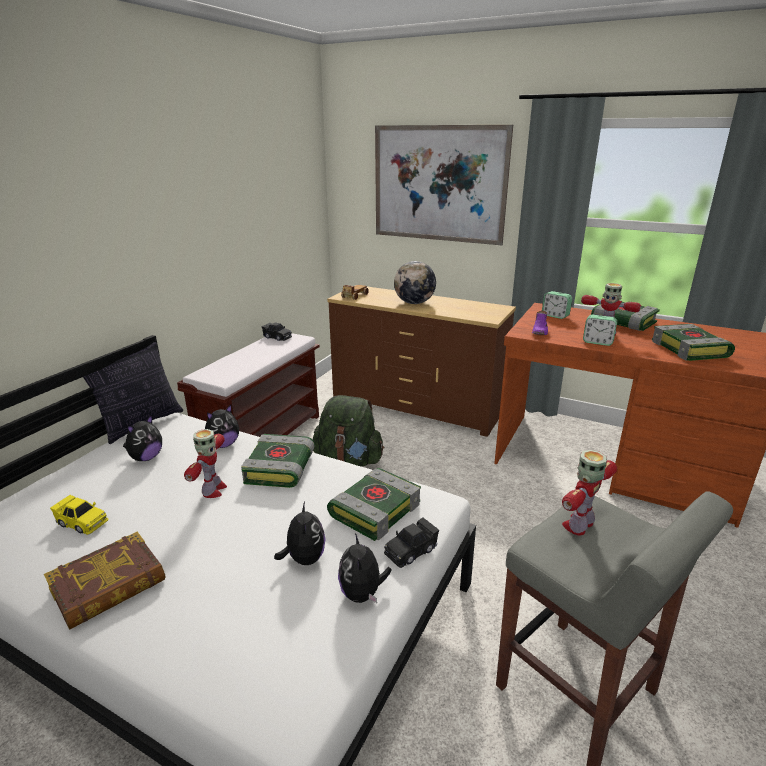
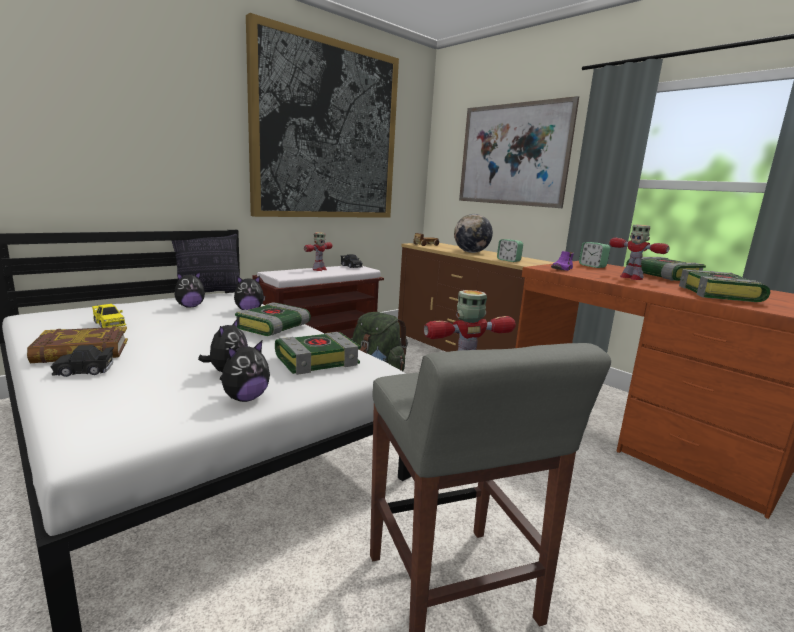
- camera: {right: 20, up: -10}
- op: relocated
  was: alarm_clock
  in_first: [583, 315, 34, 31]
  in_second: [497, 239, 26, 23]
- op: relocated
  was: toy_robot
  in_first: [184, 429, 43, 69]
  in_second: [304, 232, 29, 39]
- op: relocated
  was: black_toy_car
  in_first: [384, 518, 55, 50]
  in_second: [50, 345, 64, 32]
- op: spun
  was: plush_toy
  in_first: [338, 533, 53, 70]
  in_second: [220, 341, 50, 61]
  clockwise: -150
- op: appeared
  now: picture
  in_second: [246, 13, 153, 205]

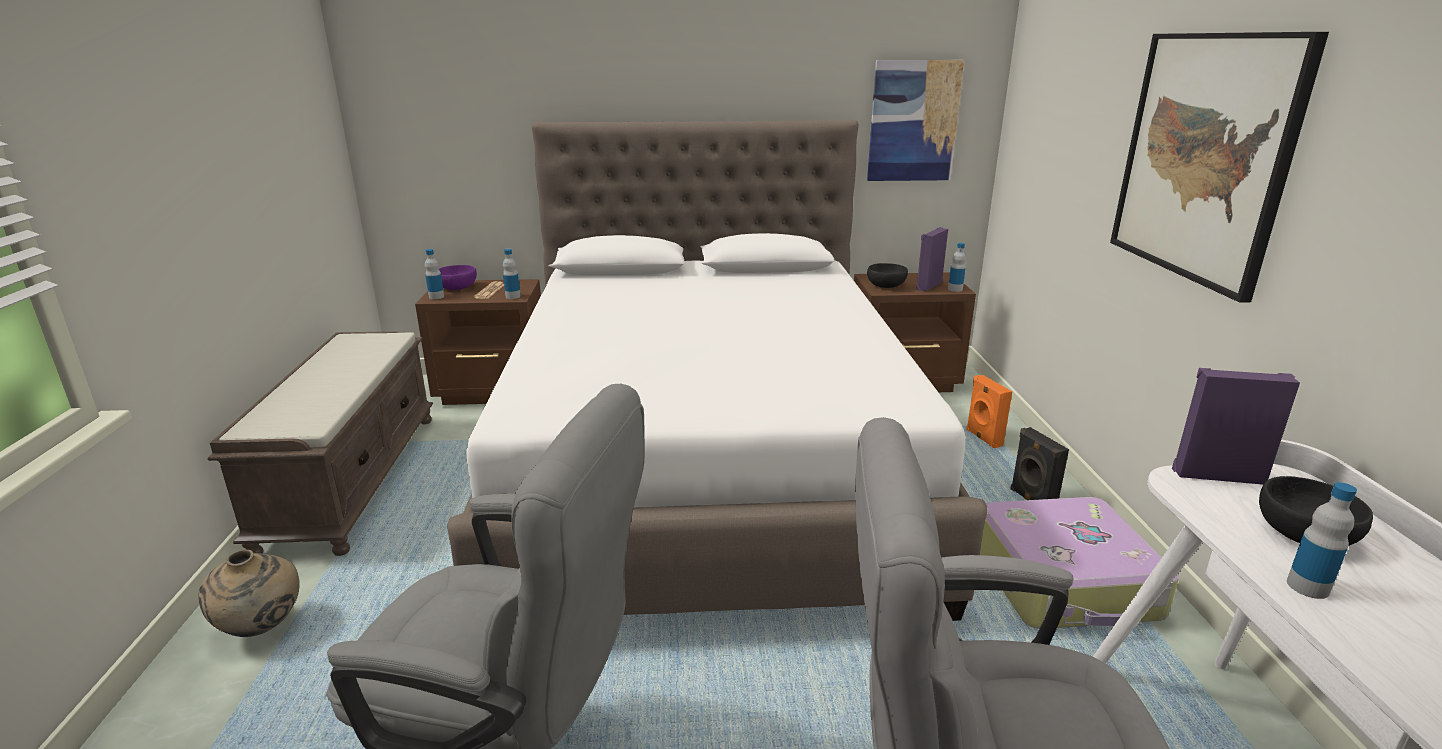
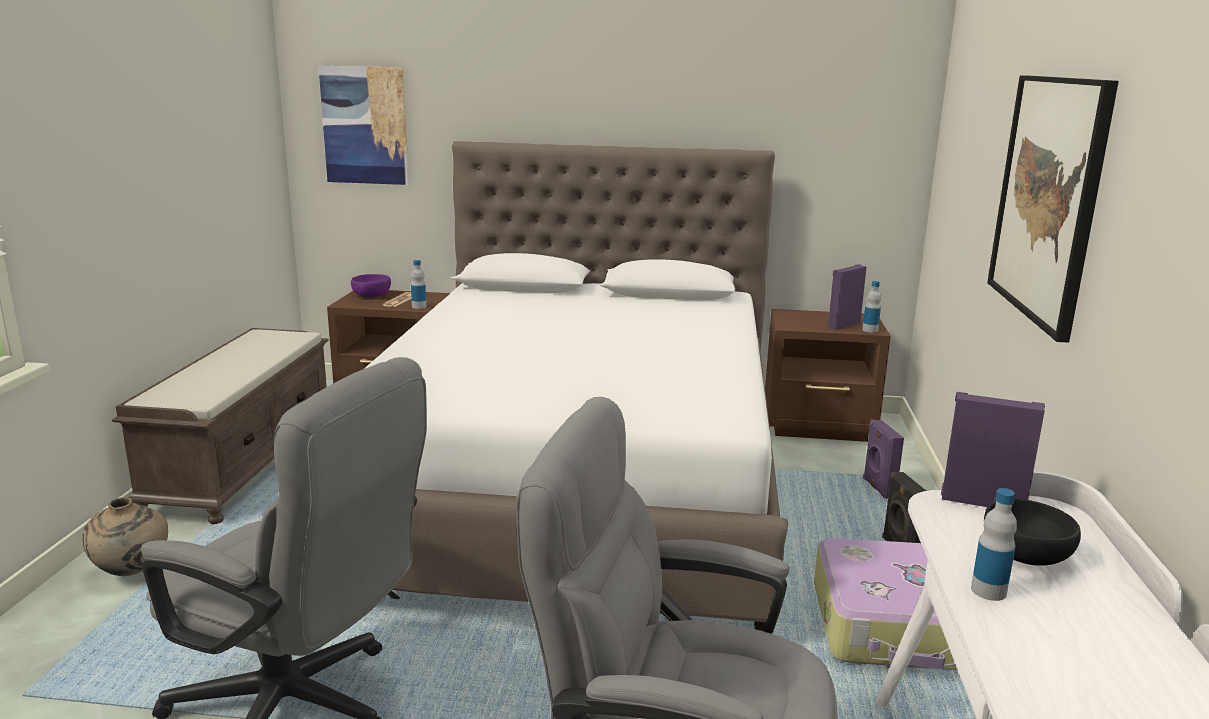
- camera: {right: 10, up: -5}
- op: relocated
  was: picture
  in_first: [867, 60, 97, 121]
  in_second: [318, 66, 91, 119]
- op: missing
  was: bottle
  in_first: [425, 249, 19, 50]
- op: missing
  was: black_bowl
  in_first: [867, 263, 41, 25]
- op: colour
  was: orange_speaker
  now: purple_speaker
  in_first: [966, 375, 46, 73]
  in_second: [863, 420, 41, 79]

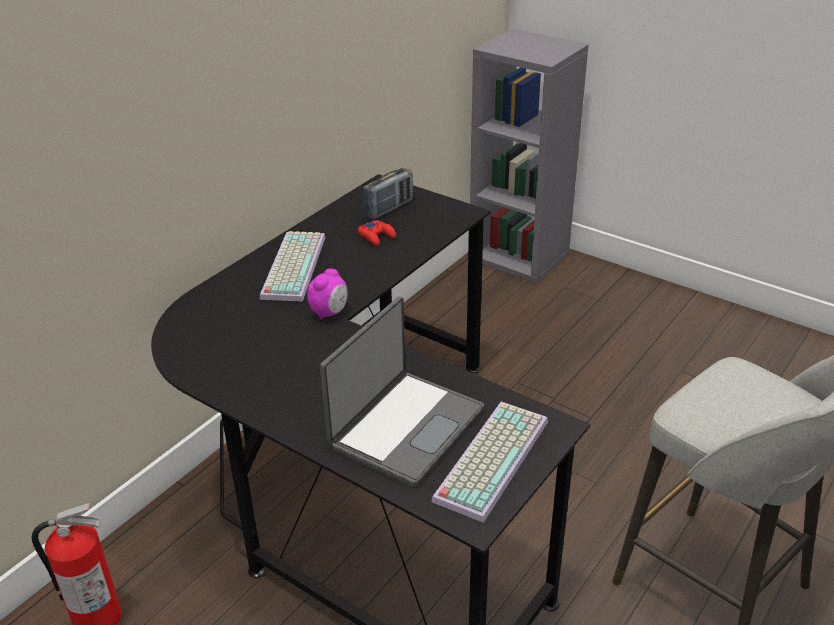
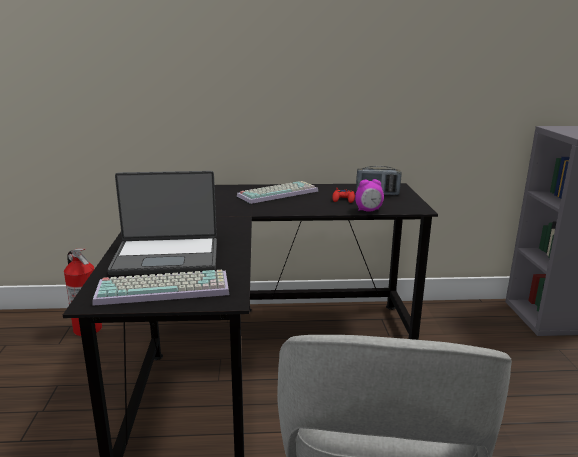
- camera: {right: 50, up: -15}
- op: relocated
  was: alarm_clock
  in_first: [307, 269, 41, 51]
  in_second: [355, 179, 29, 33]

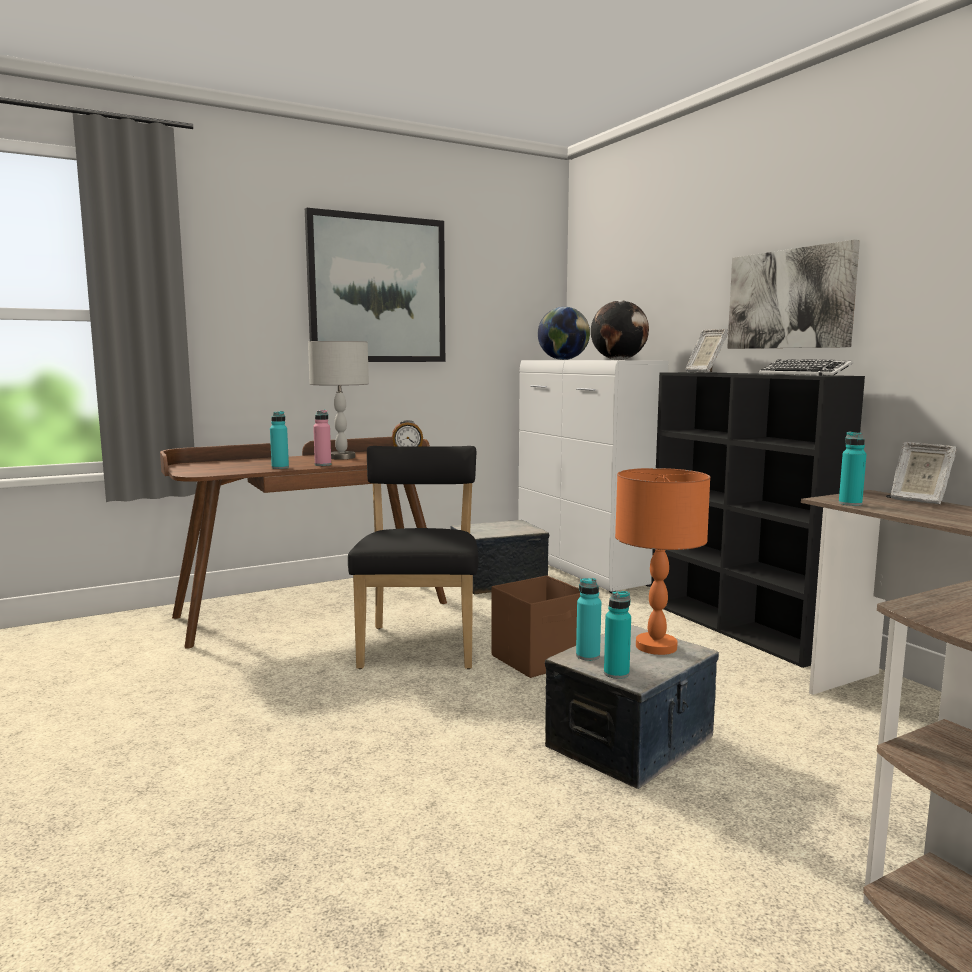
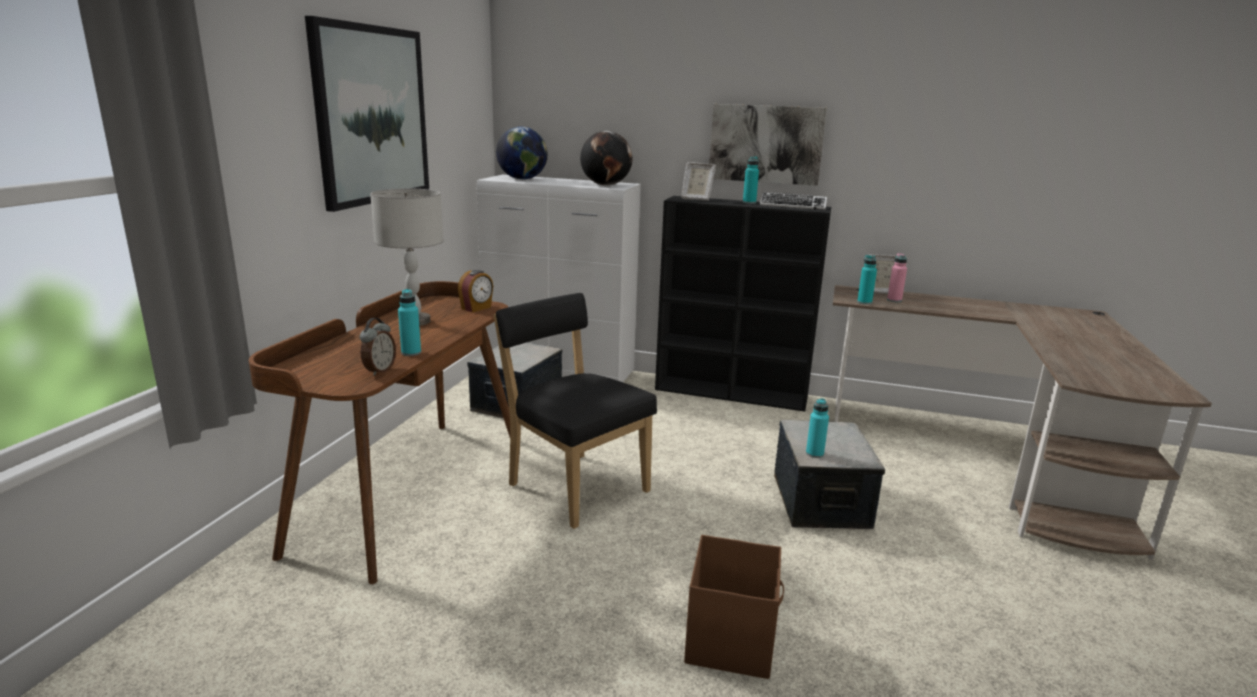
- camera: {right: -45, up: 10}
- op: relocated
  was: pink_bottle
  in_first: [313, 410, 18, 56]
  in_second: [887, 253, 20, 49]
- op: missing
  was: orange_table_lamp
  in_first: [615, 468, 95, 187]
- op: relocated
  was: brown_storage_box
  in_first: [492, 576, 89, 102]
  in_second: [684, 535, 100, 144]
- op: relocated
  was: turquoise_bottle
  in_first: [604, 591, 27, 88]
  in_second: [743, 157, 16, 47]
- op: appeared
  now: alarm_clock
  in_second: [360, 318, 36, 58]

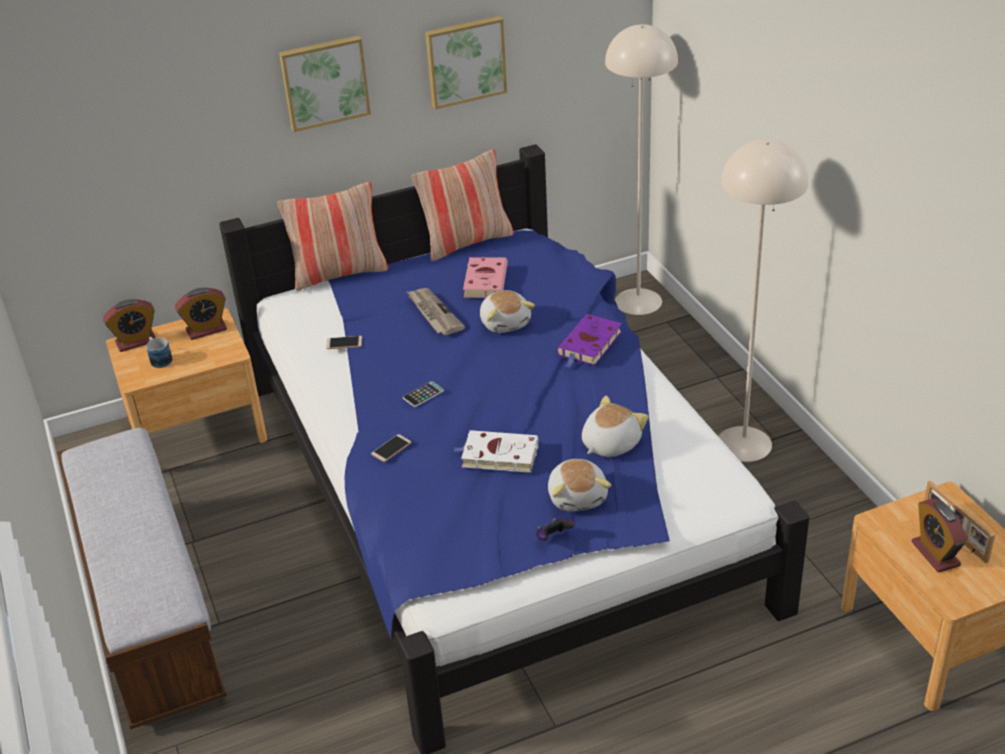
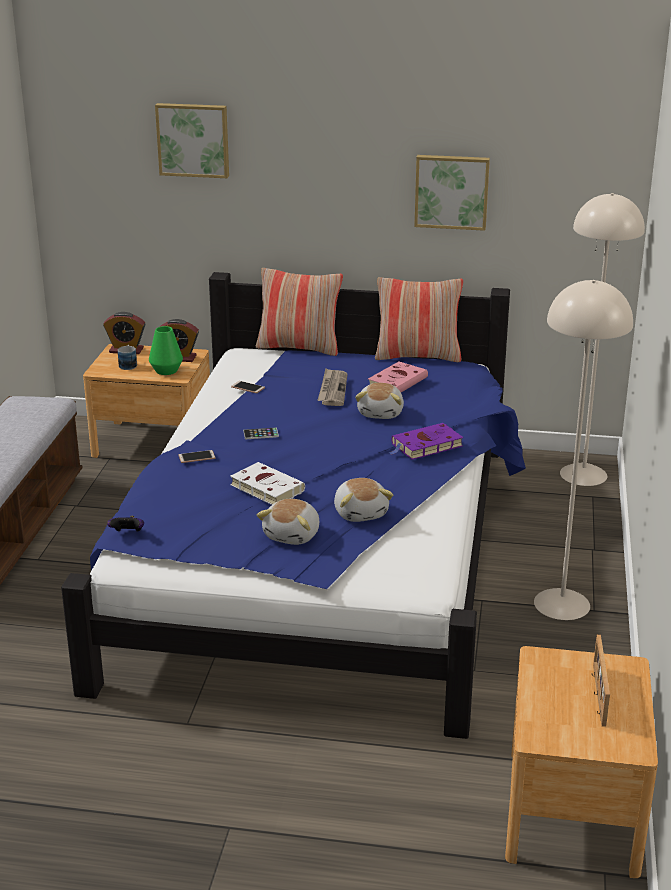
- camera: {right: 30, up: -10}
- op: relocated
  was: picture
  in_first: [279, 35, 92, 97]
  in_second: [155, 103, 74, 75]
- op: spun
  was: plush_toy
  in_first: [582, 395, 67, 62]
  in_second: [334, 478, 60, 44]
  clockwise: 90
- op: missing
  was: alarm_clock
  in_first: [911, 499, 56, 74]
- op: relocated
  was: game_controller
  in_first: [536, 518, 39, 23]
  in_second: [107, 516, 37, 16]
- op: appeared
  now: green_vase
  in_second: [149, 326, 34, 49]

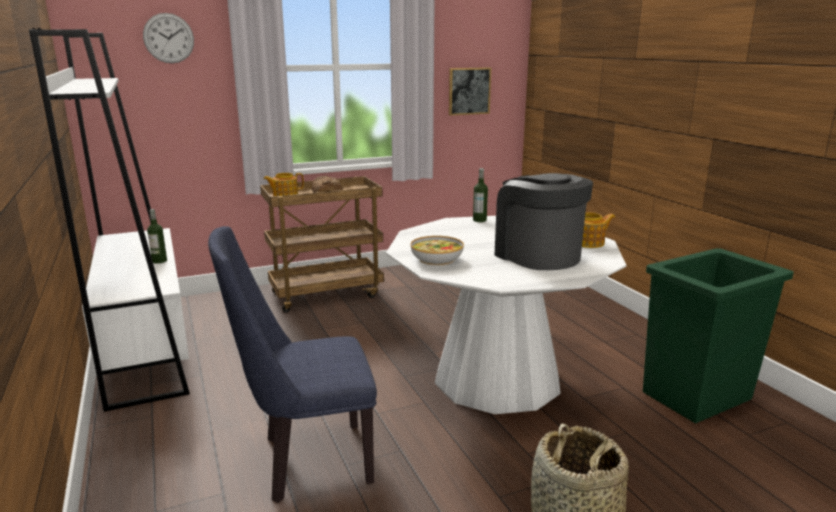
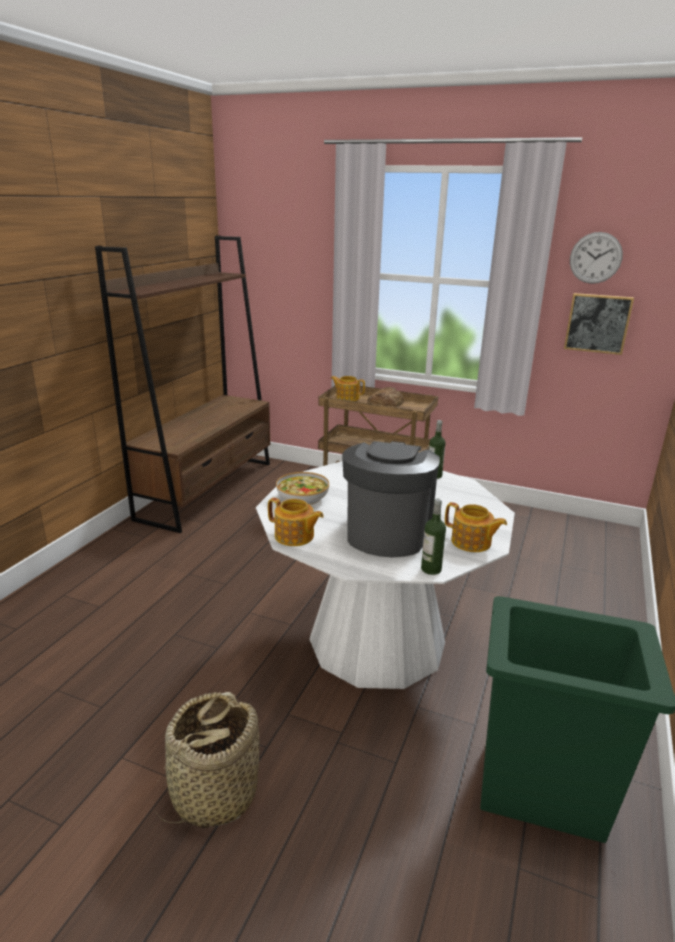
- camera: {right: 45, up: 5}
- op: relocated
  was: wall_clock
  in_first: [143, 13, 51, 50]
  in_second: [570, 232, 53, 52]
- op: colour
  was: white_bookcase
  now: brown_bookcase
  in_first: [29, 28, 161, 384]
  in_second: [95, 235, 175, 298]
- op: relocated
  was: bottle
  in_first: [147, 209, 20, 55]
  in_second: [421, 499, 25, 76]
- op: missing
  was: blue_chair
  in_first: [208, 226, 169, 277]
- op: appeared
  now: teapot
  in_second: [268, 498, 56, 48]

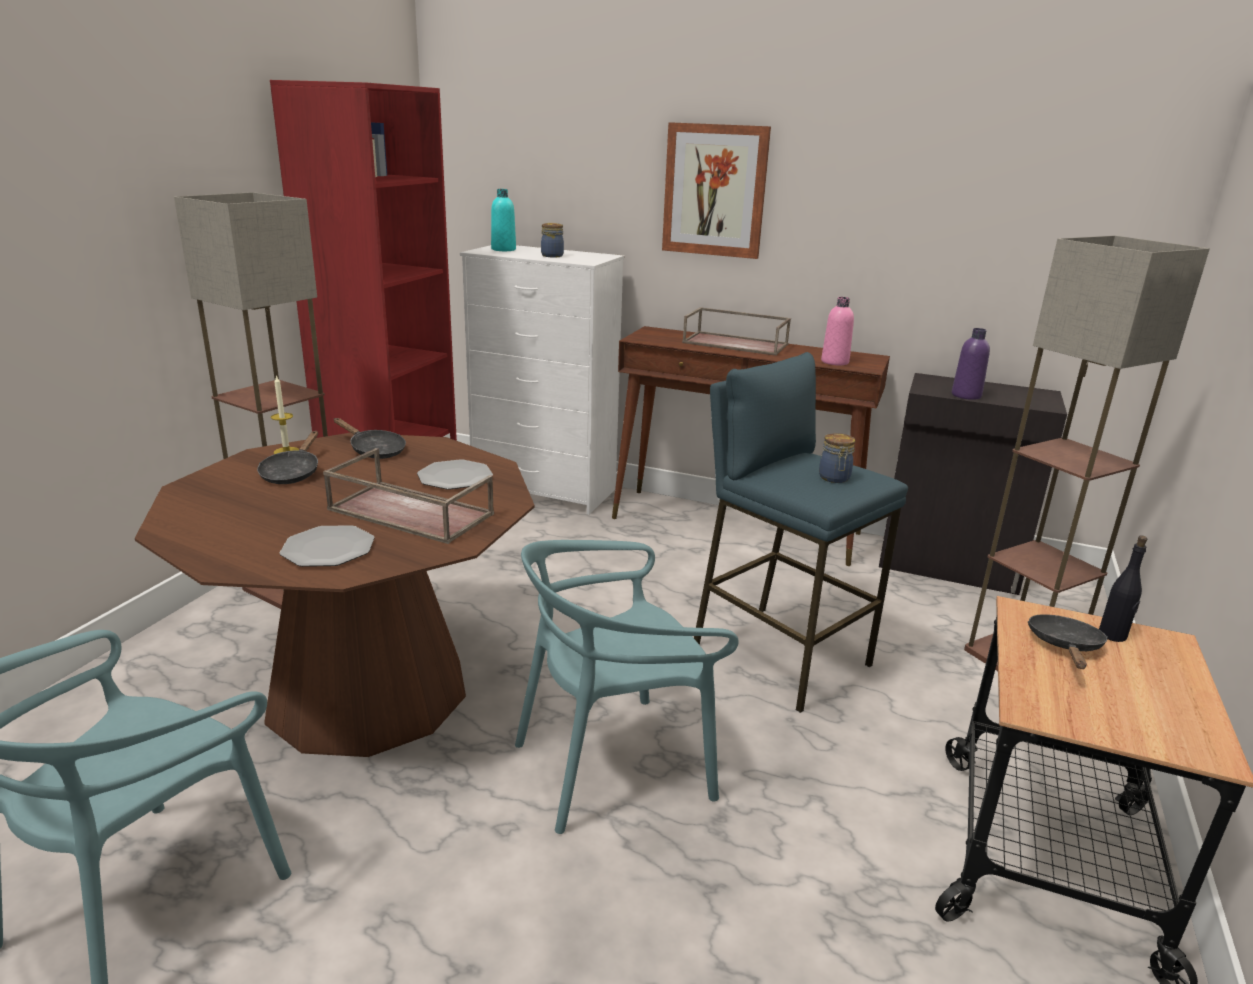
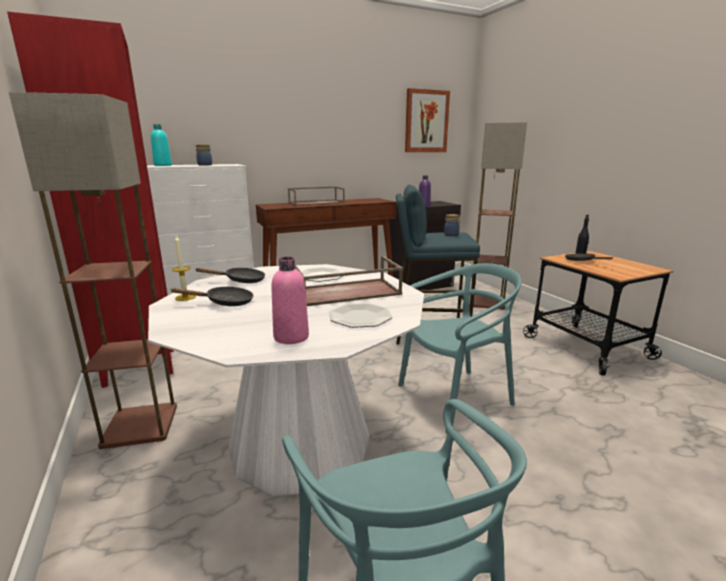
- camera: {right: -45, up: -5}
- op: relocated
  was: picture
  in_first: [662, 122, 109, 137]
  in_second: [405, 88, 45, 64]
- op: relocated
  was: pink_bottle
  in_first: [821, 297, 33, 68]
  in_second: [271, 257, 38, 87]
- op: spun
  was: black_frying_pan
  in_first: [257, 431, 61, 53]
  in_second: [170, 287, 84, 19]
  clockwise: -60
- op: colour
  was: brown_dining_table
  now: white_dining_table
  in_first: [135, 433, 399, 324]
  in_second: [148, 264, 276, 232]
- op: spun
  was: turquoise_chair
  in_first: [515, 540, 224, 294]
  in_second: [398, 263, 123, 171]
  clockwise: -135

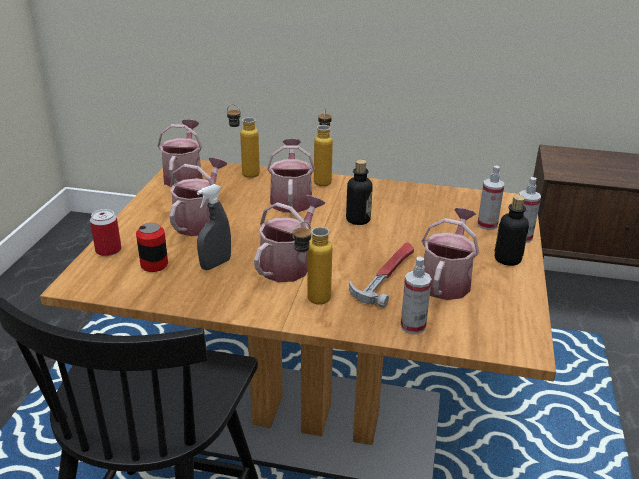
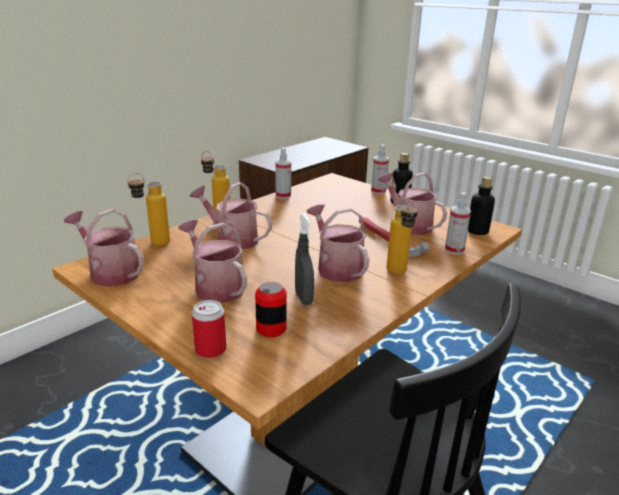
- camera: {right: -60, up: -5}
- op: relocated
  was: bottle
  in_first: [346, 160, 27, 65]
  in_second: [468, 176, 27, 59]
- op: relocated
  was: spray_bottle
  in_first: [477, 165, 27, 65]
  in_second: [275, 148, 16, 51]

